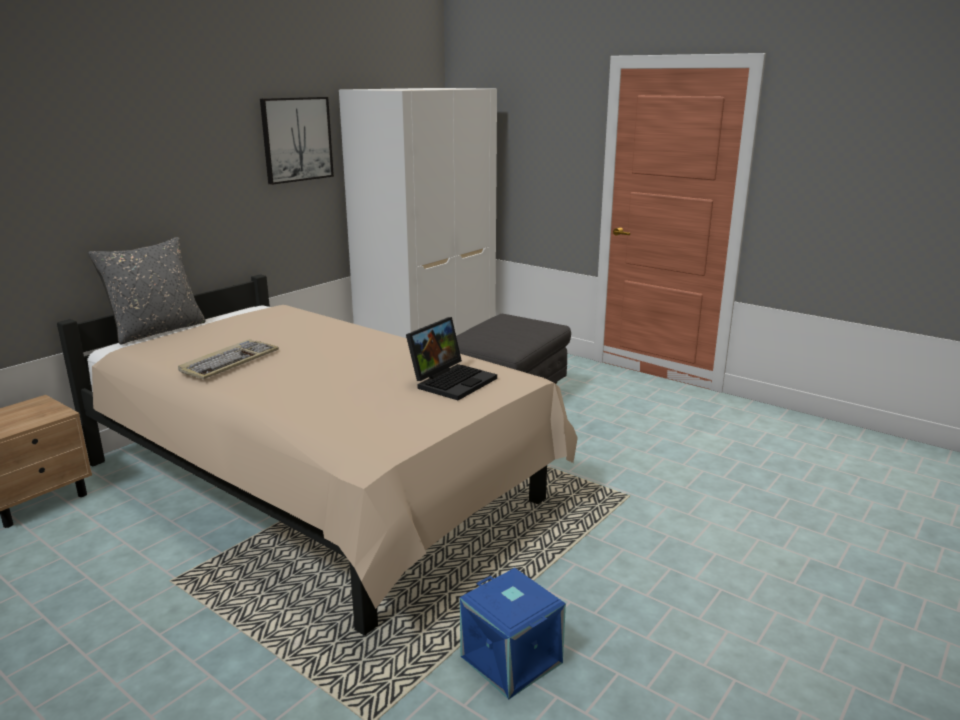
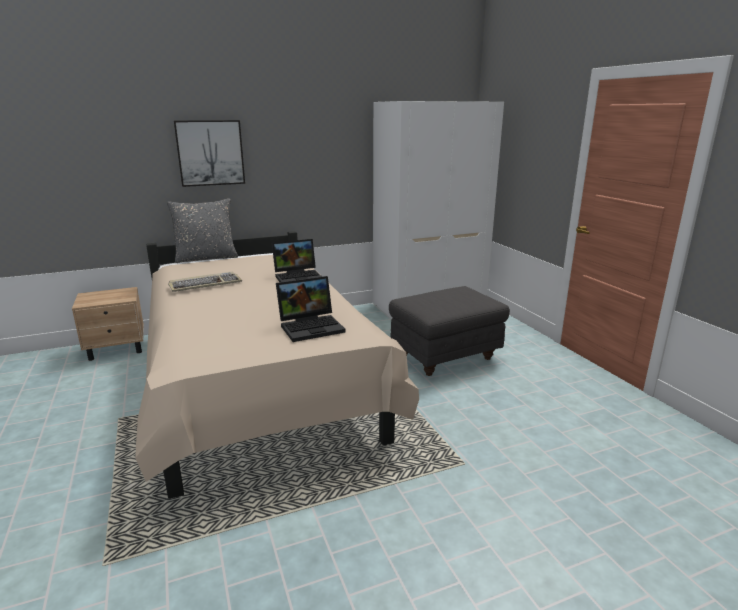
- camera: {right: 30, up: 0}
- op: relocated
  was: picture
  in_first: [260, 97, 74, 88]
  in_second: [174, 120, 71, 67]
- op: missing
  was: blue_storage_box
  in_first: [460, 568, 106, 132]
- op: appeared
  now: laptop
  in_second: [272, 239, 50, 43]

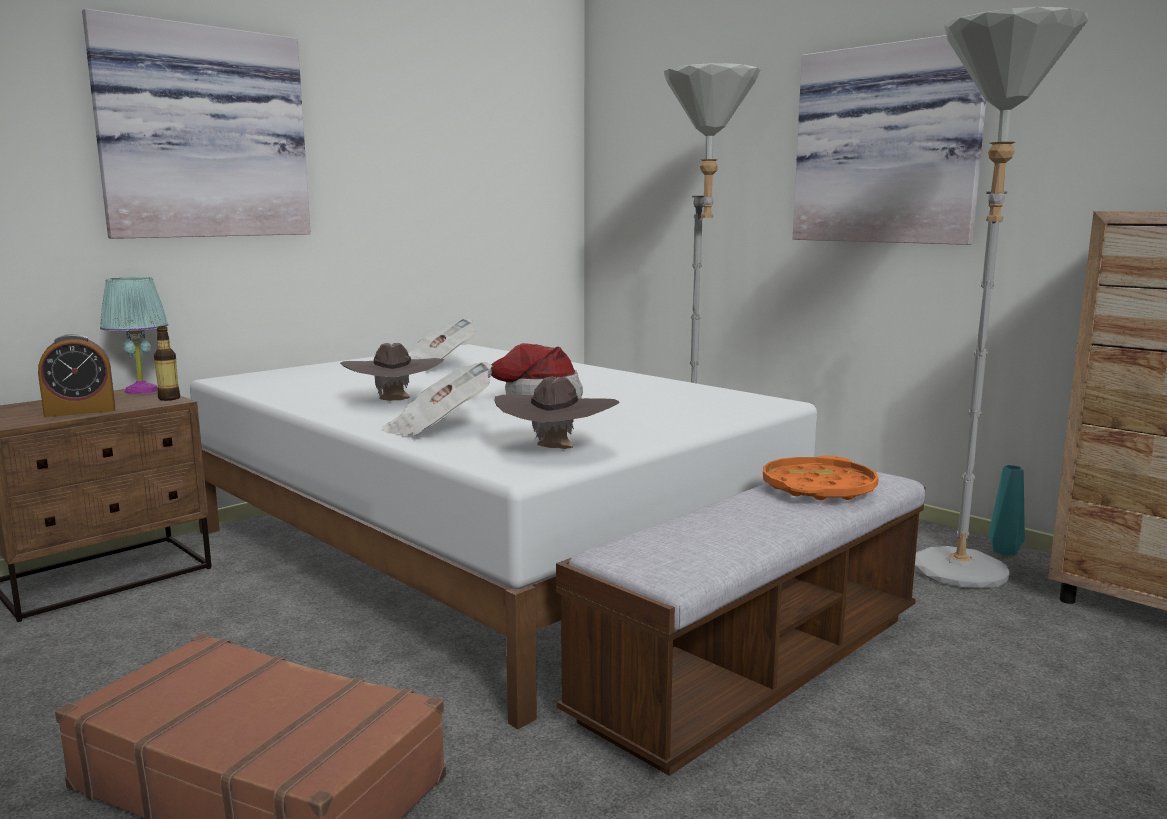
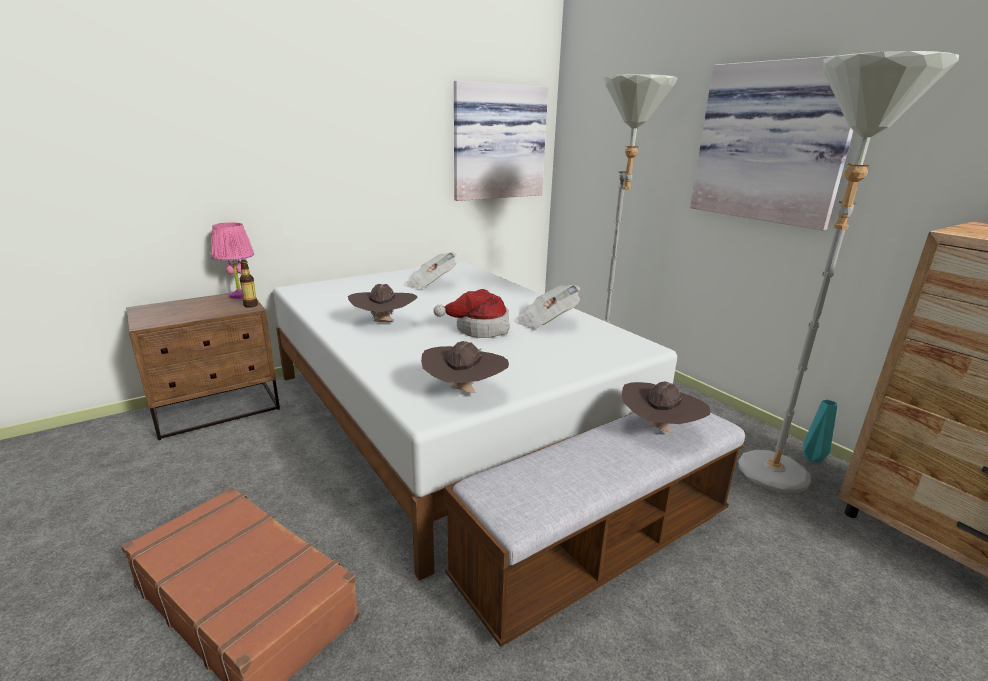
- camera: {right: 10, up: 10}
- op: relocated
  was: picture
  in_first: [82, 9, 229, 230]
  in_second: [454, 81, 94, 120]
- op: colour
  was: turquoise_table_lamp
  now: pink_table_lamp
  in_first: [100, 277, 68, 117]
  in_second: [211, 222, 43, 77]
- op: missing
  was: alarm_clock
  in_first: [38, 334, 77, 83]
- op: relocated
  was: newspaper
  in_first: [381, 362, 112, 73]
  in_second: [514, 285, 67, 44]
- op: exchanged
  was: orange_tray
  now: brown_hat
  in_first: [763, 456, 116, 44]
  in_second: [622, 381, 89, 52]

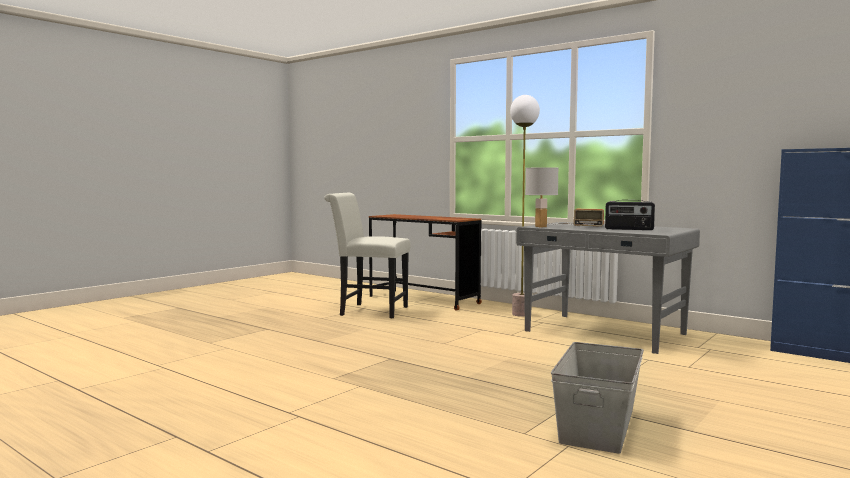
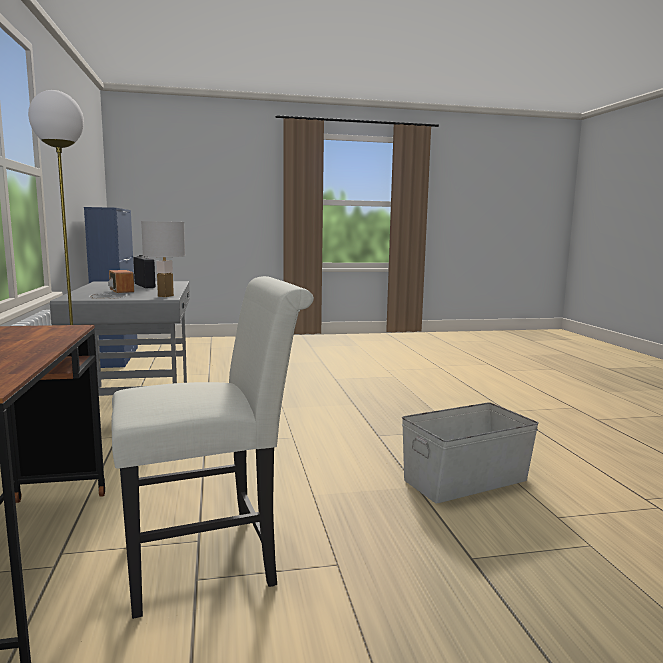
- camera: {right: -140, up: 5}
- op: spun
  was: white_chair
  in_first: [324, 193, 86, 125]
  in_second: [111, 276, 203, 343]
  clockwise: -75
- op: relocated
  was: grey_storage_box
  in_first: [551, 342, 93, 112]
  in_second: [402, 402, 137, 101]

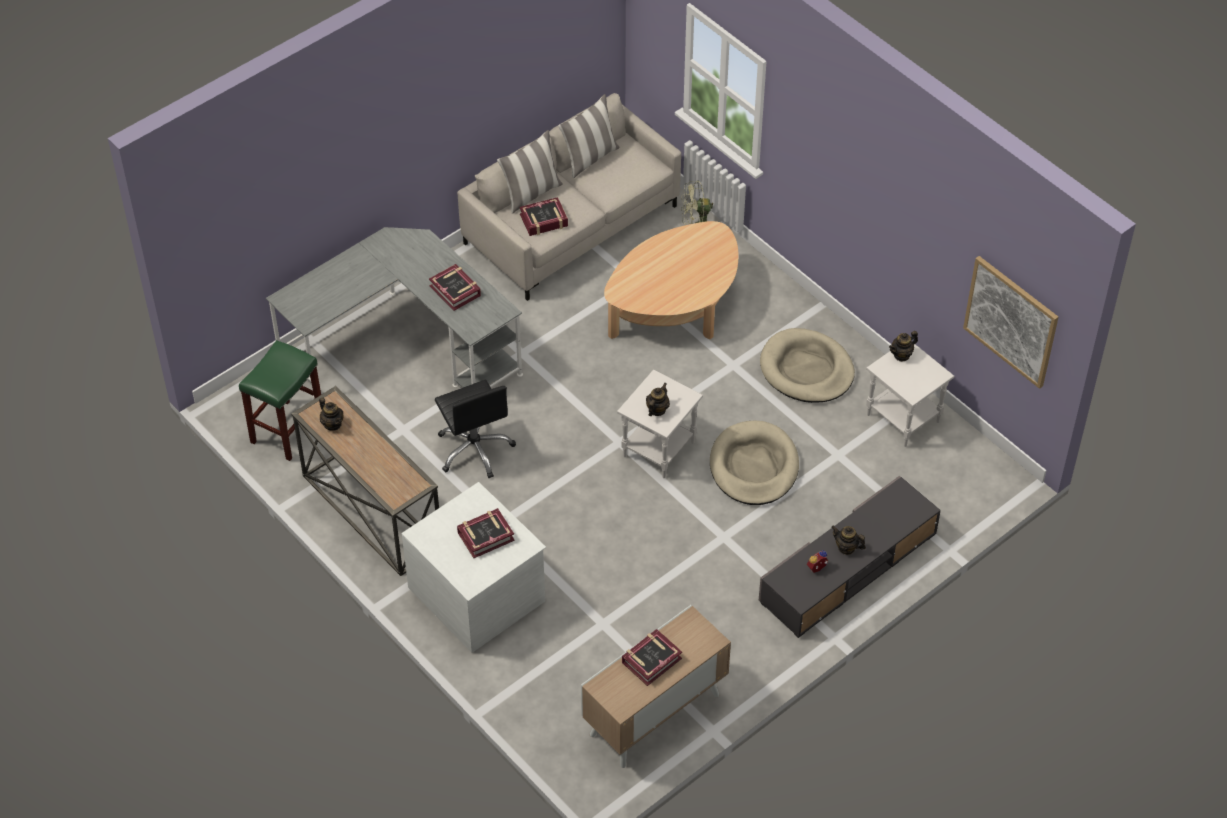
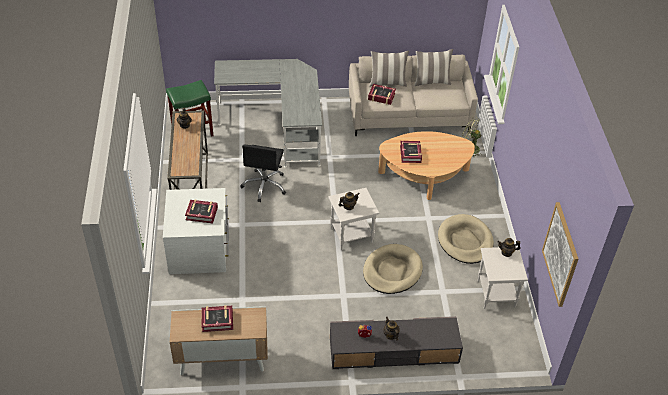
- camera: {right: 35, up: -5}
- op: relocated
  was: book
  in_first: [429, 264, 52, 47]
  in_second: [400, 141, 22, 22]

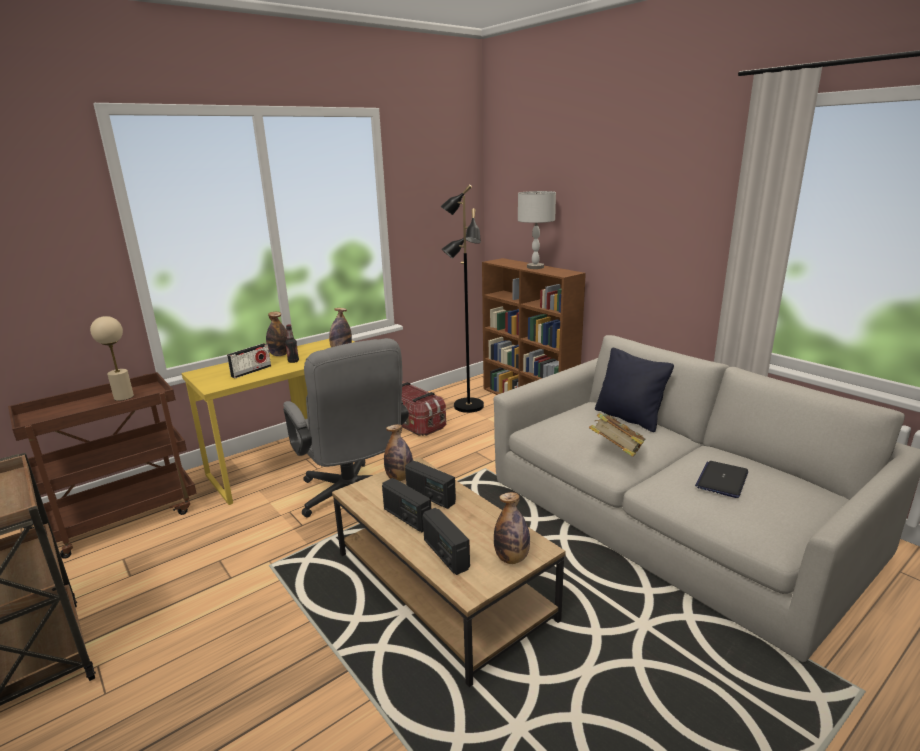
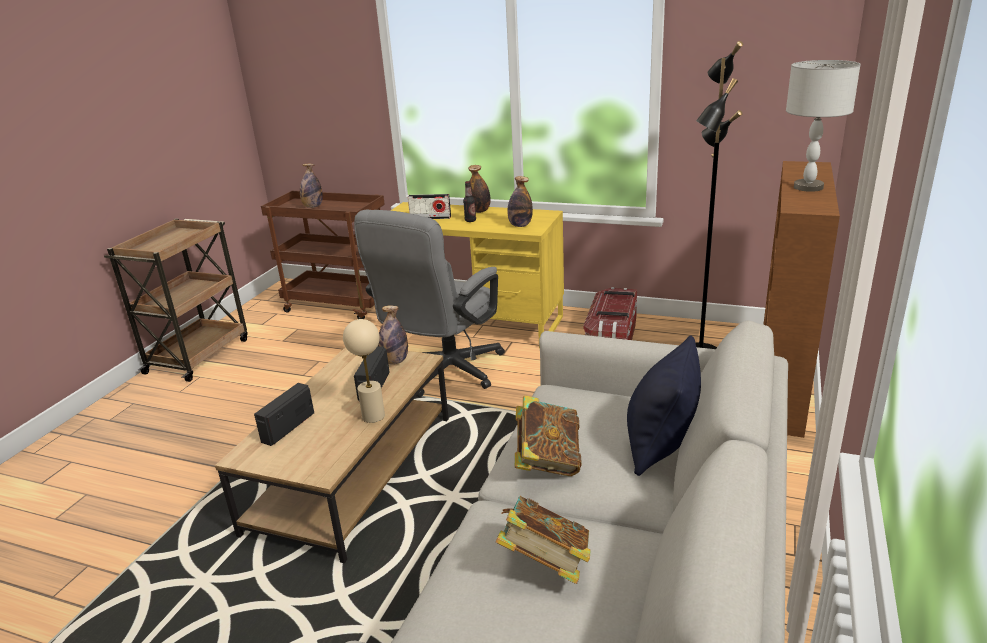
- camera: {right: 60, up: 5}
- op: relocated
  was: beige_table_lamp
  in_first: [90, 316, 44, 85]
  in_second: [343, 319, 42, 104]
- op: exchanged
  was: laptop
  now: book
  in_first: [695, 461, 53, 37]
  in_second: [496, 496, 95, 88]
- op: missing
  was: radio
  in_first: [382, 478, 49, 54]
- op: relocated
  was: bottle
  in_first: [494, 492, 36, 72]
  in_second: [300, 164, 23, 44]

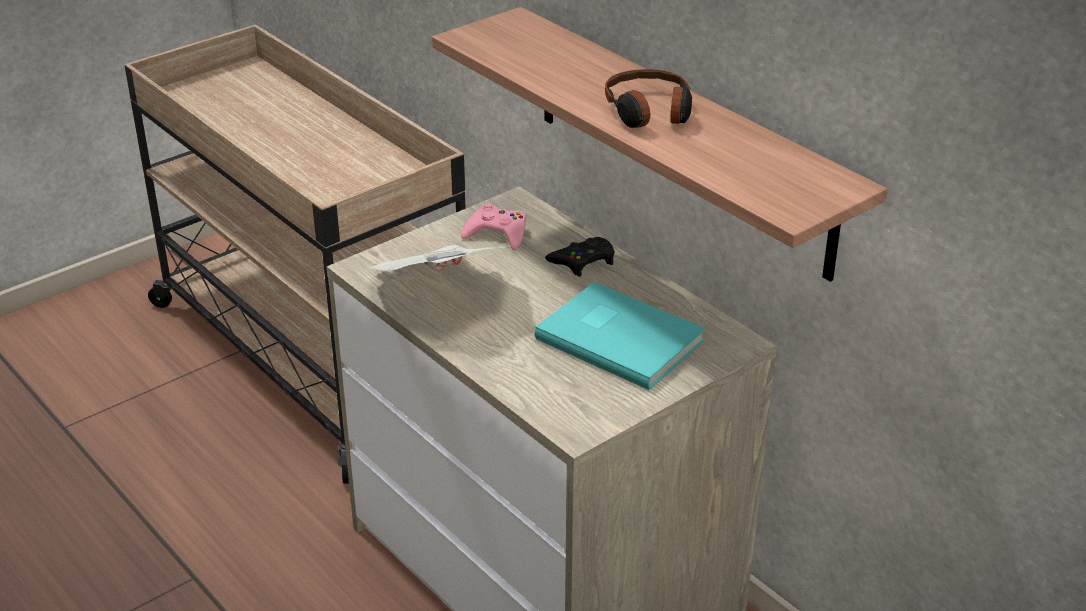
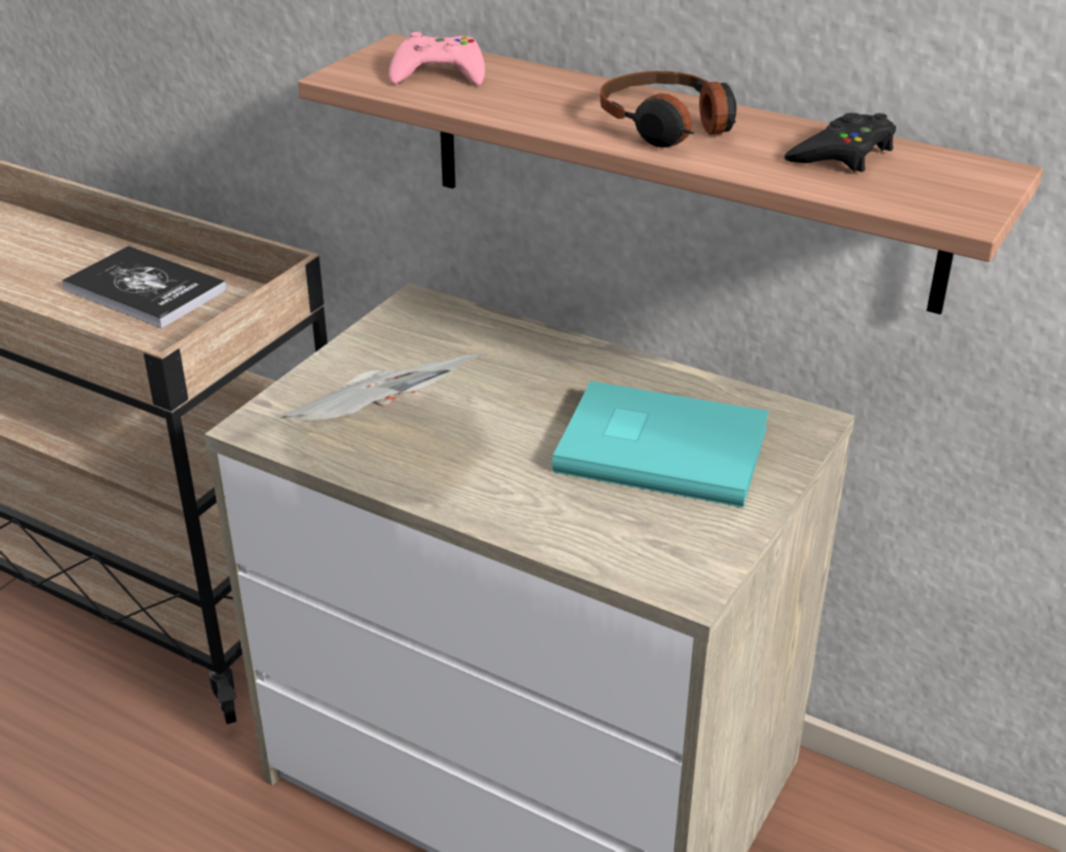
- camera: {right: -20, up: 0}
- op: relocated
  was: pink_game_controller
  in_first: [461, 203, 65, 47]
  in_second: [389, 32, 96, 54]
- op: relocated
  was: black_game_controller
  in_first: [545, 237, 70, 40]
  in_second: [784, 113, 112, 59]
- op: appeared
  now: book
  in_second: [62, 246, 165, 82]

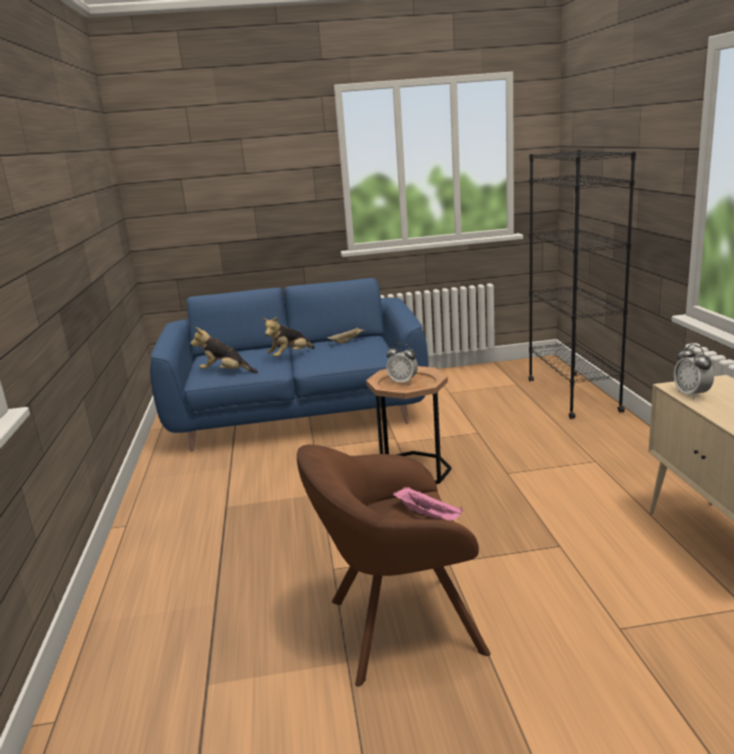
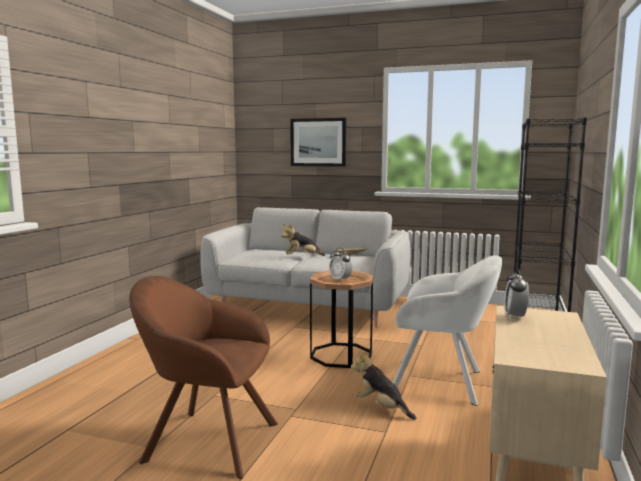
- camera: {right: 25, up: -10}
- op: colour
  was: blue_sofa
  now: grey_sofa
  in_first: [150, 278, 278, 174]
  in_second: [200, 207, 211, 121]
- op: relocated
  was: plush_toy
  in_first: [191, 327, 67, 46]
  in_second: [351, 350, 65, 70]
- op: missing
  was: pink_tray
  in_first: [393, 487, 70, 34]
- op: appeared
  now: picture
  in_second: [290, 118, 56, 49]
- op: appeared
  now: white_armchair
  in_second: [393, 255, 109, 151]

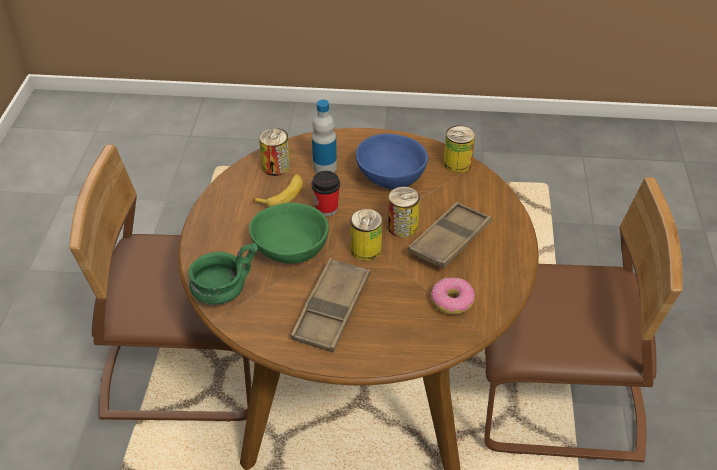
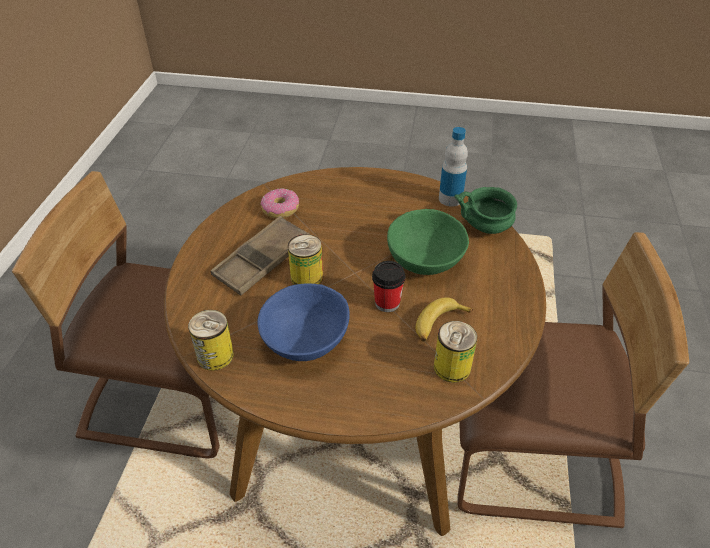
- camera: {right: -175, up: 0}
- op: relocated
  was: bottle
  in_first: [312, 100, 25, 73]
  in_second: [439, 127, 29, 80]
- op: missing
  was: can
  in_first: [350, 209, 32, 52]
- op: missing
  was: brown_tray
  in_first: [291, 258, 79, 94]

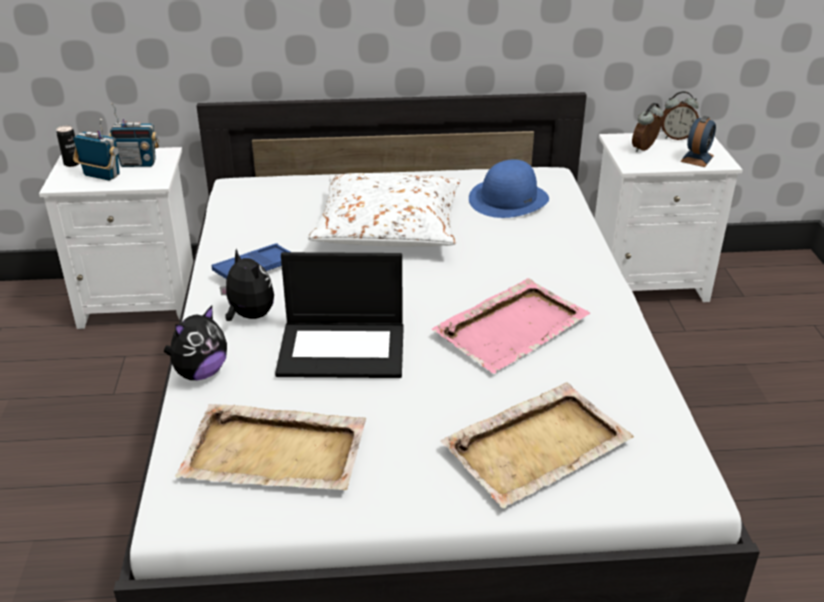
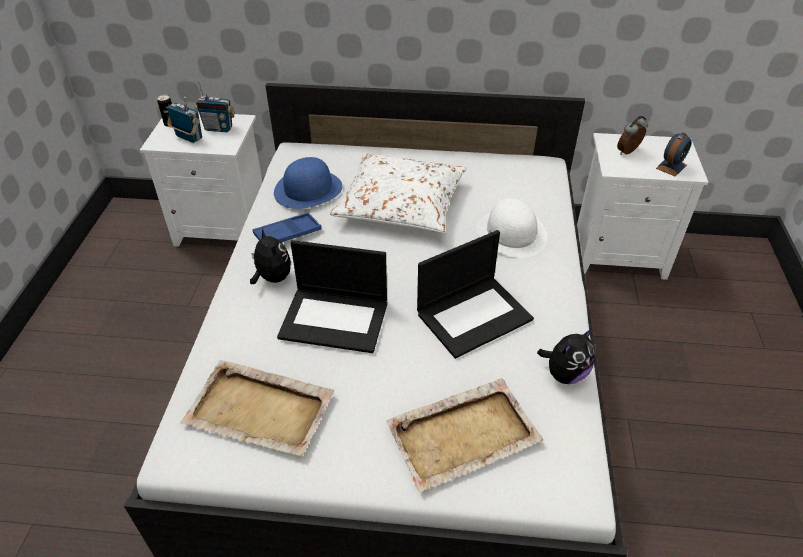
- camera: {right: 10, up: 10}
- op: missing
  was: alarm_clock
  in_first: [661, 91, 38, 49]
- op: relocated
  was: blue_hat
  in_first: [469, 159, 80, 59]
  in_second: [274, 157, 68, 52]
- op: exchanged
  was: pink_tray
  now: laptop
  in_first: [432, 278, 158, 95]
  in_second: [417, 230, 117, 129]
- op: relocated
  was: plush_toy
  in_first: [164, 306, 63, 74]
  in_second: [537, 328, 58, 56]
- op: appeared
  now: white_hat
  in_second: [476, 198, 72, 60]

